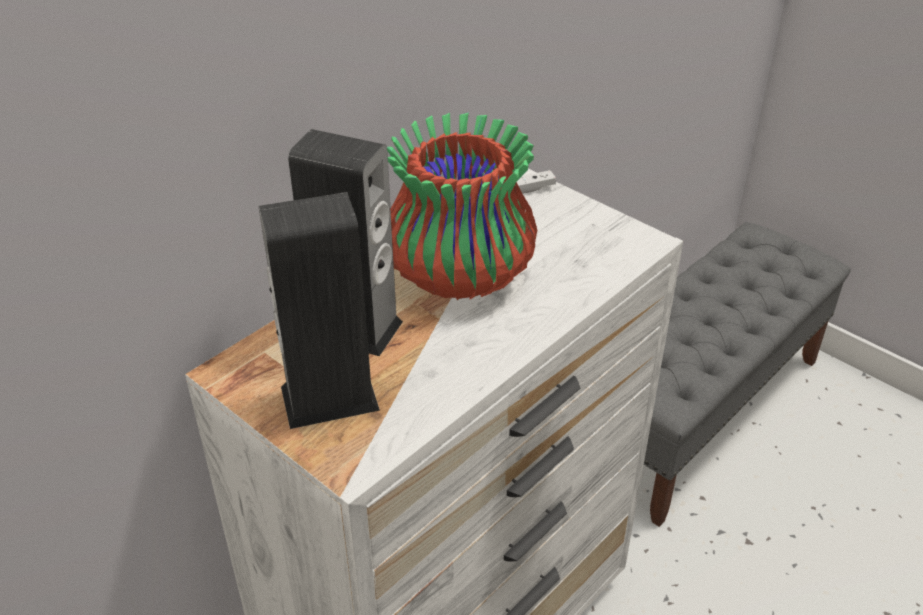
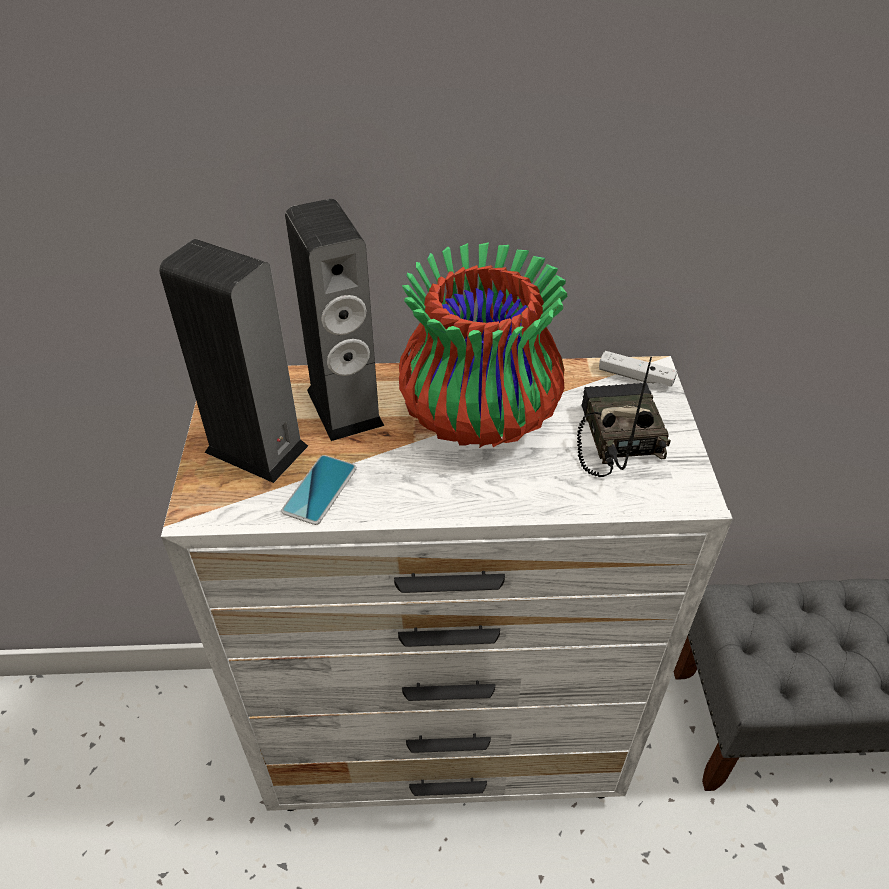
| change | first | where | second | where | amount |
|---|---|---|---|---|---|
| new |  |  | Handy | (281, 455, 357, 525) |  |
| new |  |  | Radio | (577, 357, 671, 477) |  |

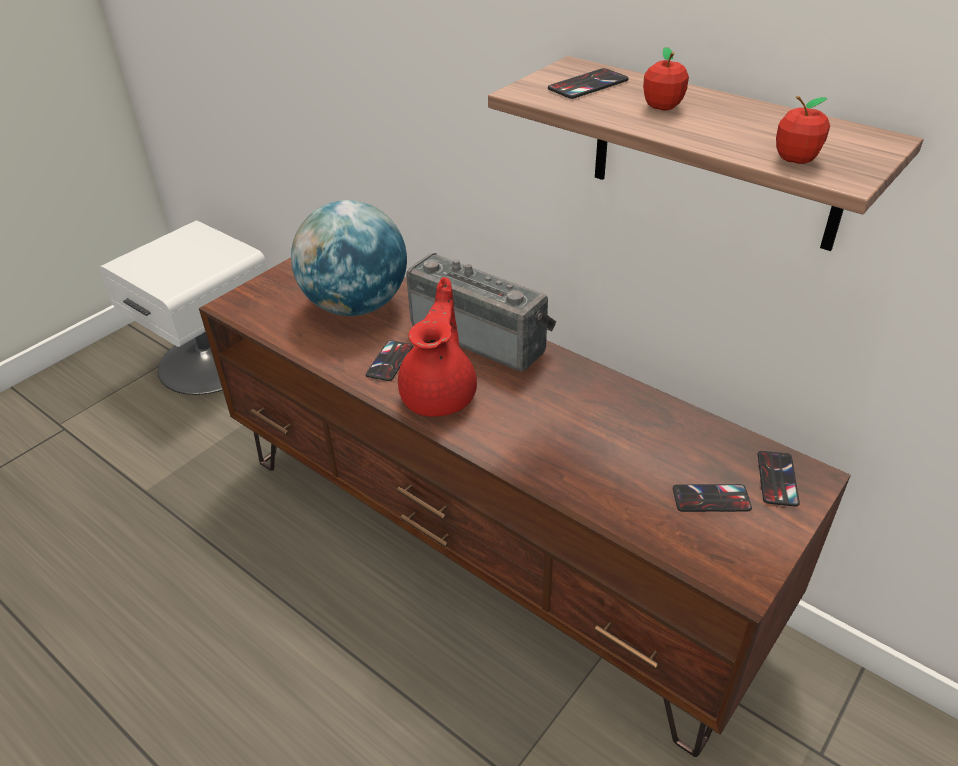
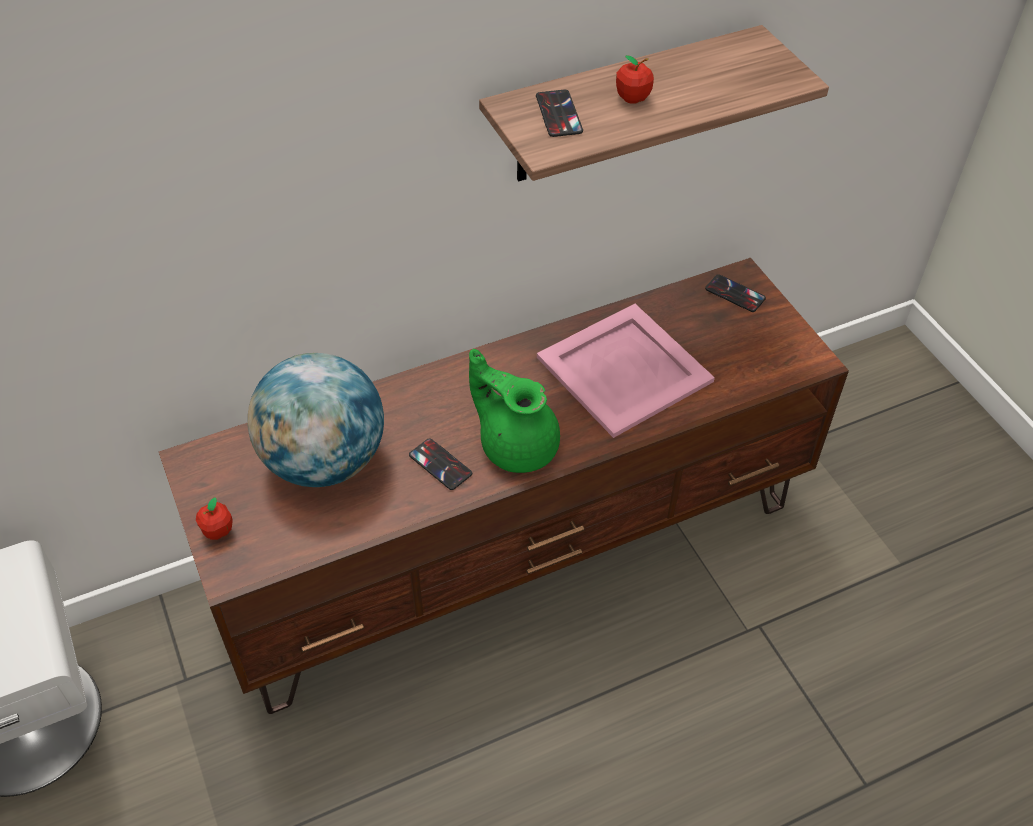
| change | first | where | second | where | amount |
|---|---|---|---|---|---|
| repainted | Teekanne/rot | (398, 277, 477, 417) | Teekanne/grün | (469, 349, 560, 473) |  |
| gone | Radio | (406, 253, 556, 371) |  |  |  |
| gone | Handy | (673, 484, 752, 512) |  |  |  |
| shifted | Apfel | (776, 96, 830, 164) |  | (196, 497, 233, 540) |  |
| new |  |  | Tablett/rosa | (537, 304, 715, 438) |  |

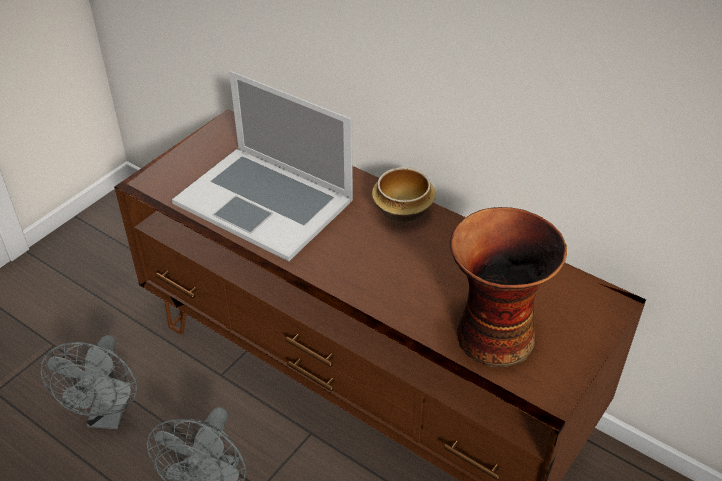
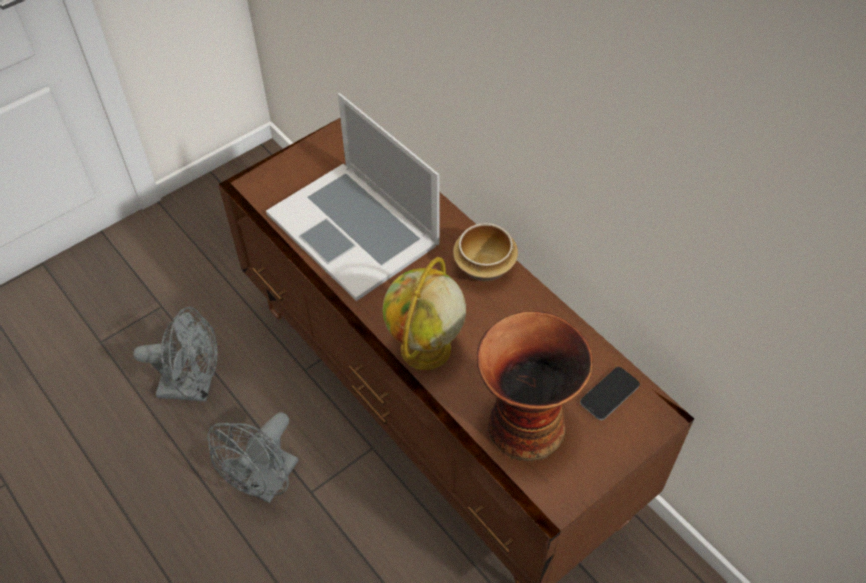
| change | first | where | second | where | amount |
|---|---|---|---|---|---|
| rotated | Ventilator/grau | (41, 335, 137, 429) |  | (133, 307, 218, 402) | 105 degrees counterclockwise |
| new |  |  | Globus | (383, 257, 466, 370) |  |
| new |  |  | Handy | (580, 367, 640, 420) |  |

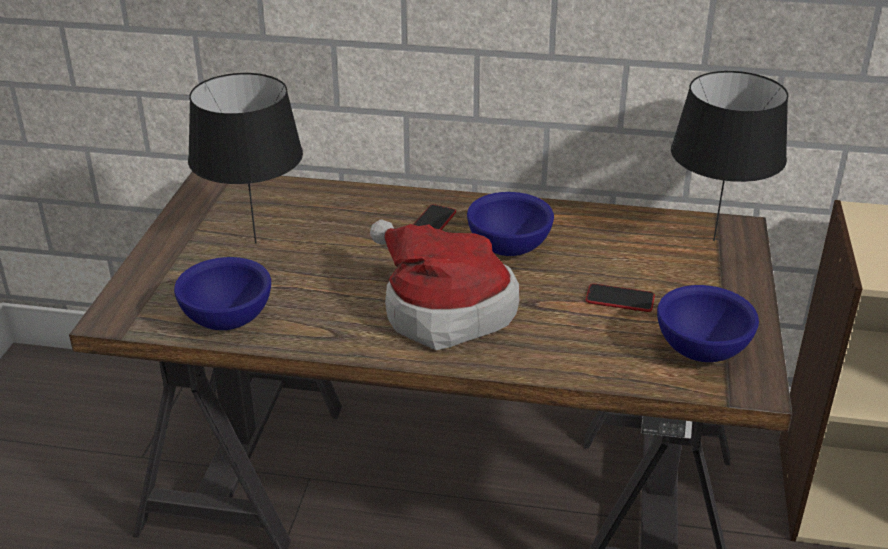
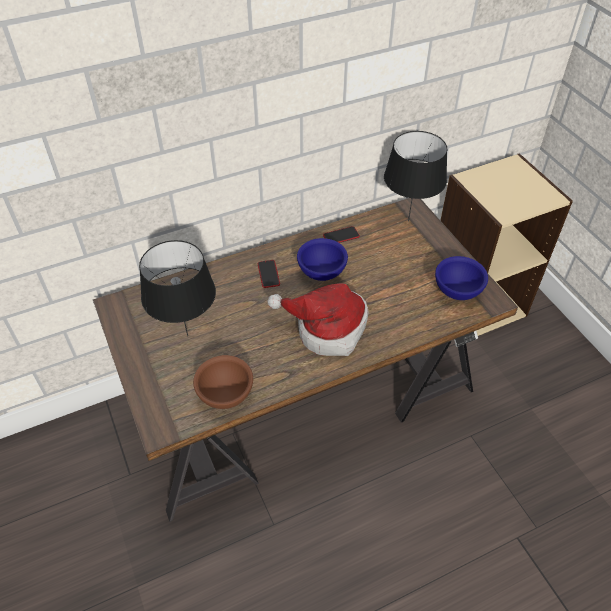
| change | first | where | second | where | amount |
|---|---|---|---|---|---|
| repainted | Schüssel/blau | (174, 257, 271, 330) | Schüssel/braun | (193, 355, 253, 409) |  |
| shifted | Handy | (586, 284, 655, 312) |  | (323, 226, 360, 243) |  |

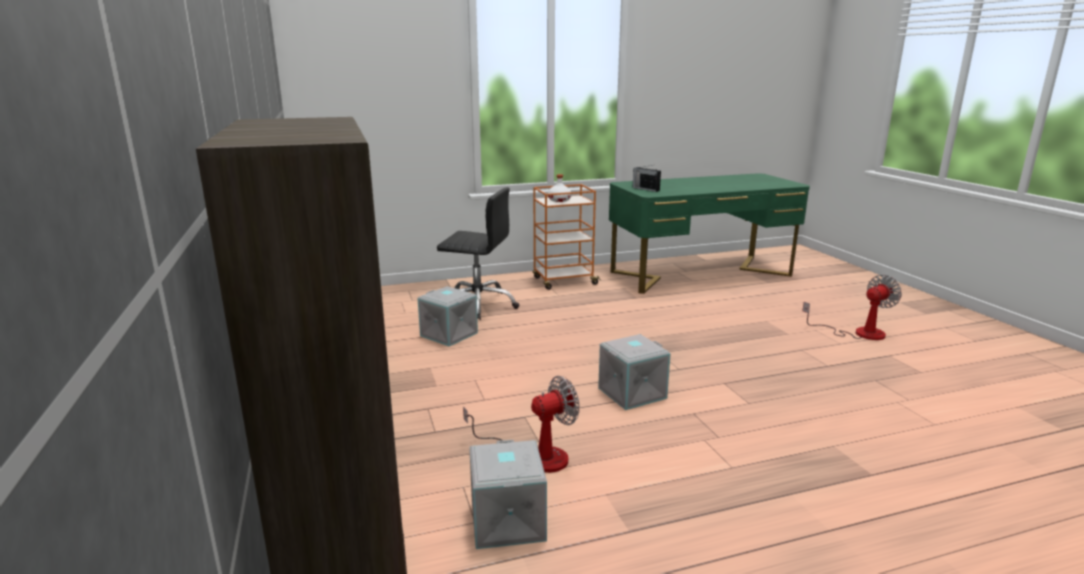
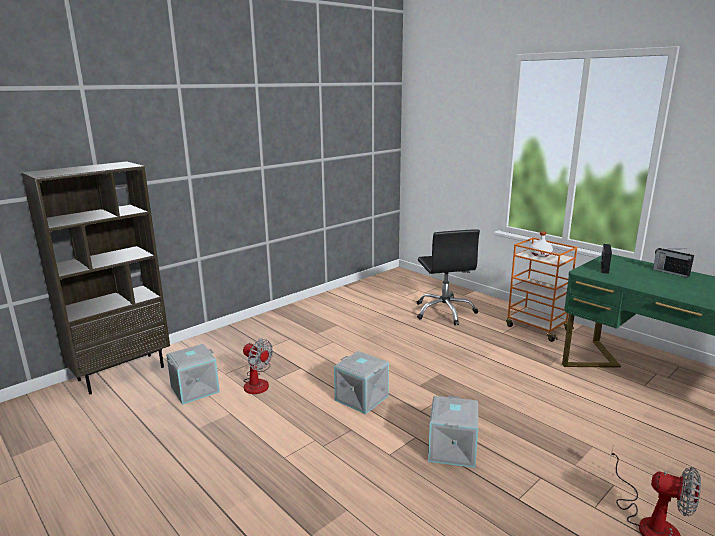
| change | first | where | second | where | amount |
|---|---|---|---|---|---|
| shifted | Aufbewahrungsbox/grau | (418, 286, 478, 346) |  | (428, 395, 478, 468) |  |
| new |  |  | Radio | (653, 248, 694, 278) |  |

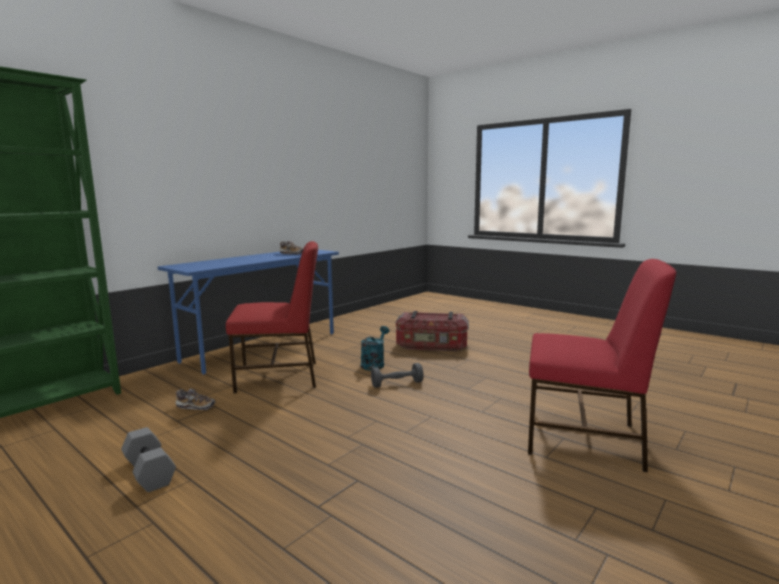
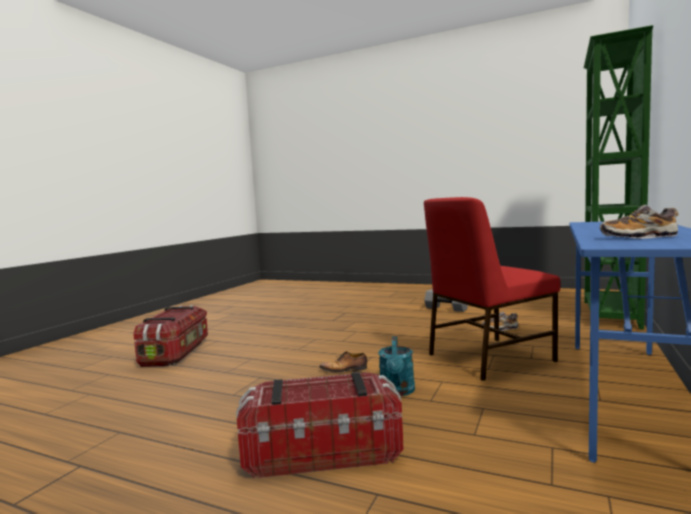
| change | first | where | second | where | amount |
|---|---|---|---|---|---|
| swapped | Hantel/grau | (371, 363, 424, 388) | Schuh | (319, 351, 367, 373) |  |
| swapped | Stuhl/rot | (528, 259, 676, 472) | Aufbewahrungsbox | (133, 305, 208, 367) |  |

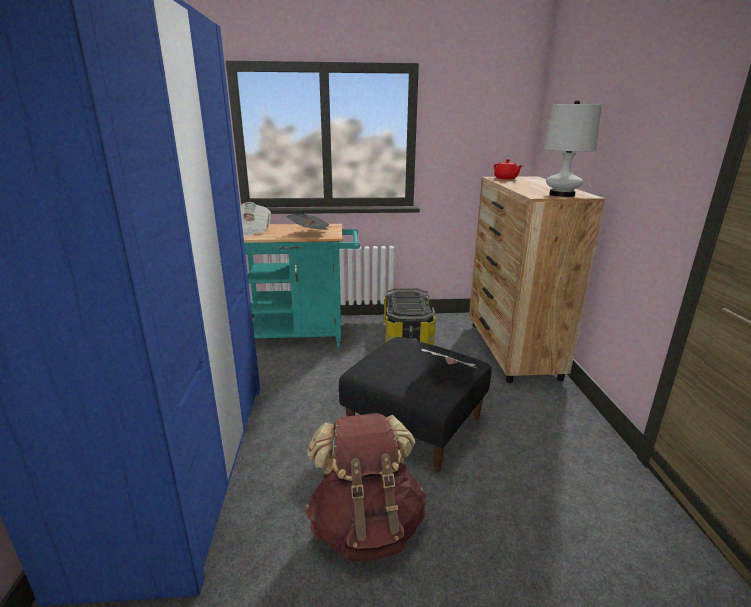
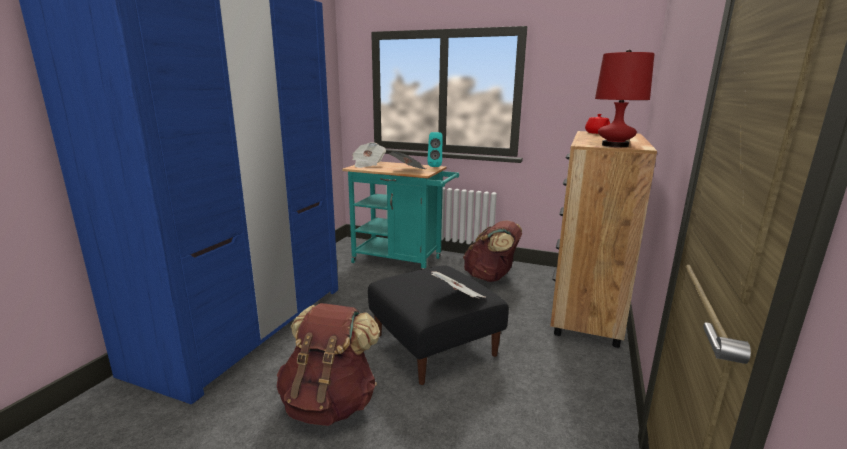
| change | first | where | second | where | amount |
|---|---|---|---|---|---|
| swapped | Aufbewahrungsbox | (384, 288, 436, 345) | Rucksack/braun | (463, 221, 522, 282) |  |
| repainted | Tischlampe/weiß | (544, 100, 602, 197) | Tischlampe/rot | (595, 49, 655, 147) |  |
| new |  |  | Lautsprecher/türkis | (427, 132, 442, 167) |  |

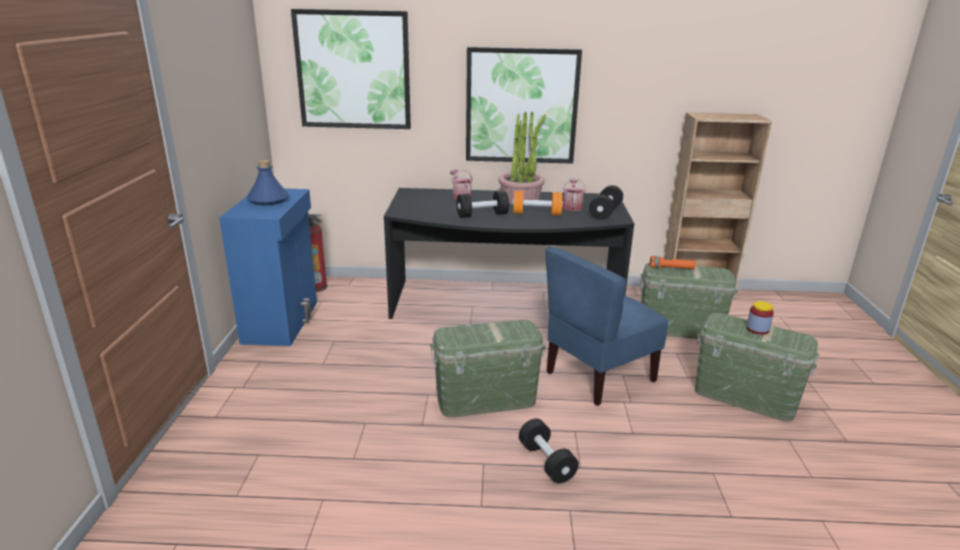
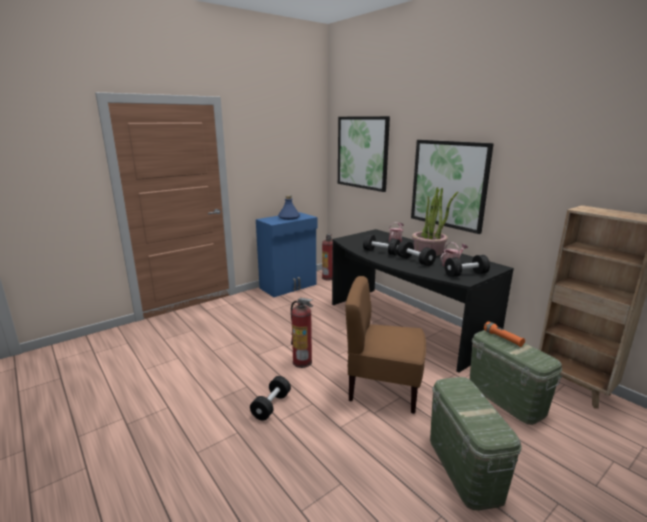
| change | first | where | second | where | amount |
|---|---|---|---|---|---|
| swapped | Aufbewahrungsbox/grün | (430, 320, 546, 417) | Feuerlöscher | (291, 298, 313, 368) |  |
| repainted | Hantel/orange | (513, 191, 563, 216) | Hantel/schwarz | (397, 241, 436, 266) |  |
| repainted | Stuhl/blau | (546, 247, 669, 406) | Stuhl/braun | (345, 276, 426, 414) |  |
| gone | Vorratsglas | (746, 301, 774, 335) |  |  |  |

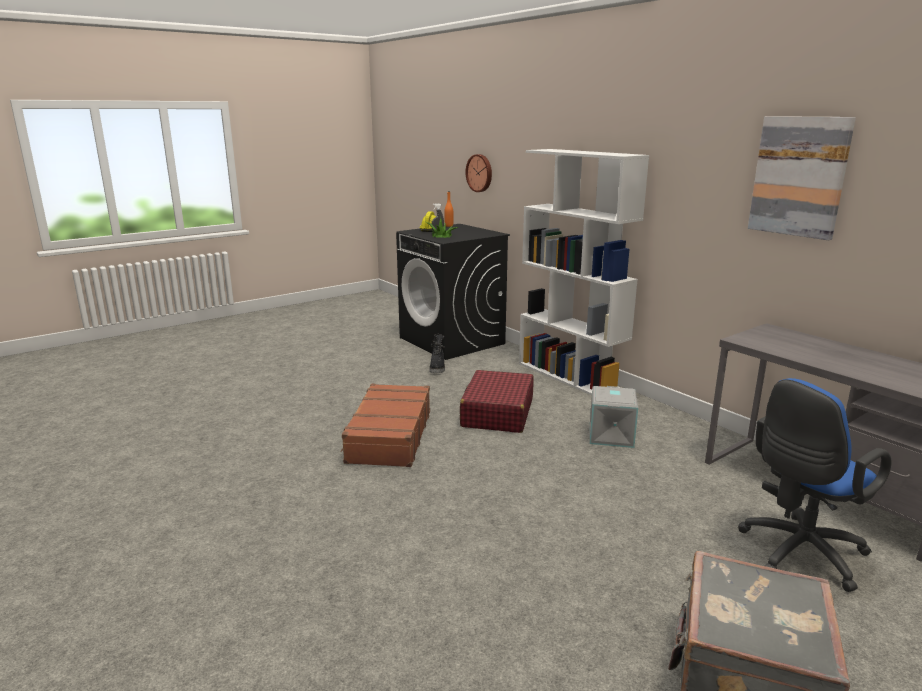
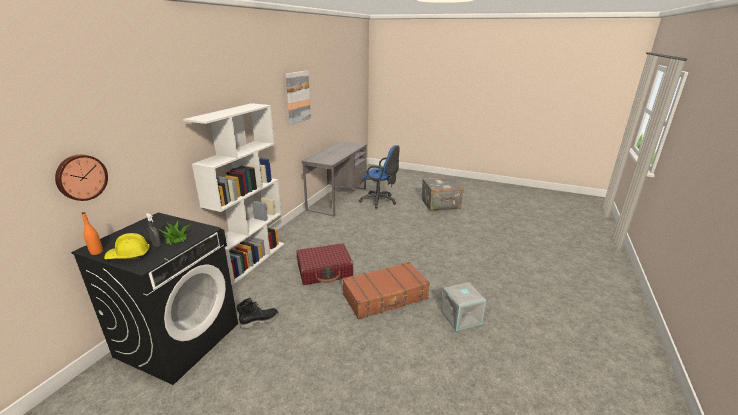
| change | first | where | second | where | amount |
|---|---|---|---|---|---|
| shifted | Aufbewahrungsbox/grau | (589, 386, 638, 448) |  | (441, 282, 486, 331) |  |

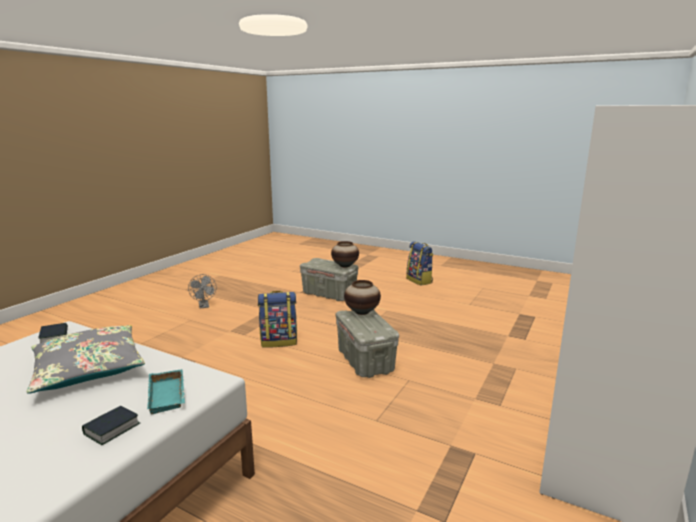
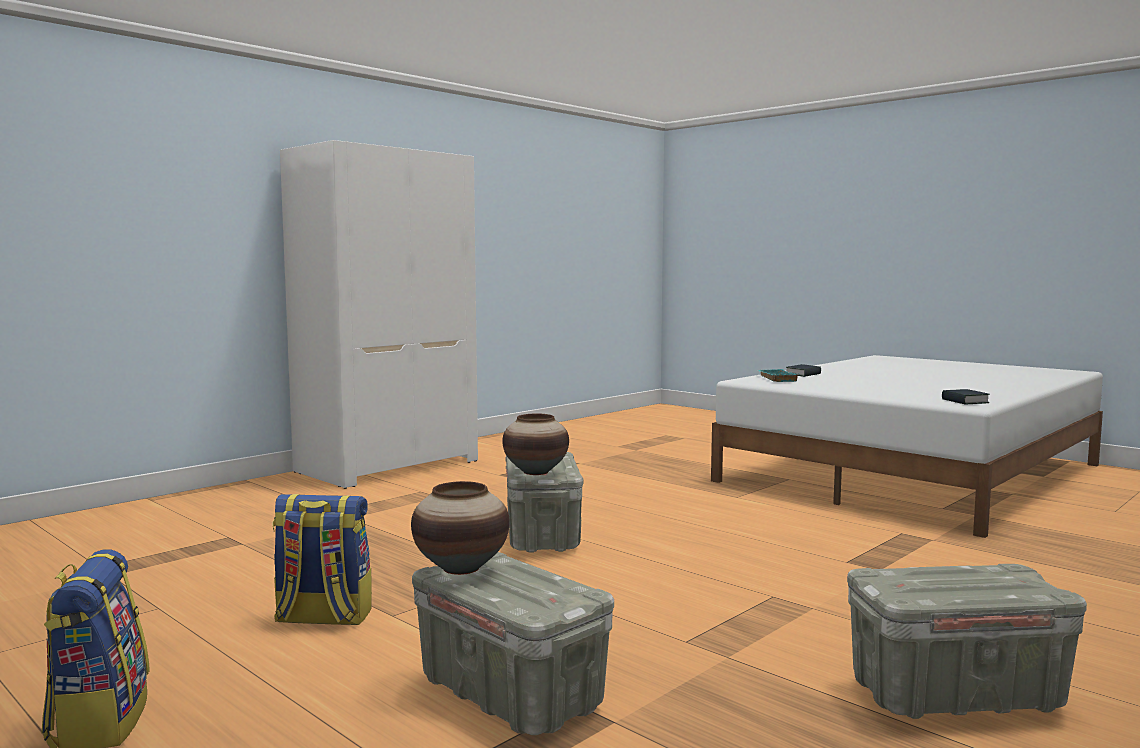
| change | first | where | second | where | amount |
|---|---|---|---|---|---|
| gone | Kissen/grau | (27, 325, 145, 394) |  |  |  |
| swapped | Ventilator/grau | (188, 274, 217, 309) | Aufbewahrungsbox/grau | (847, 564, 1087, 719) |  |
| shifted | Rucksack | (258, 291, 297, 348) |  | (273, 494, 372, 625) |  |

